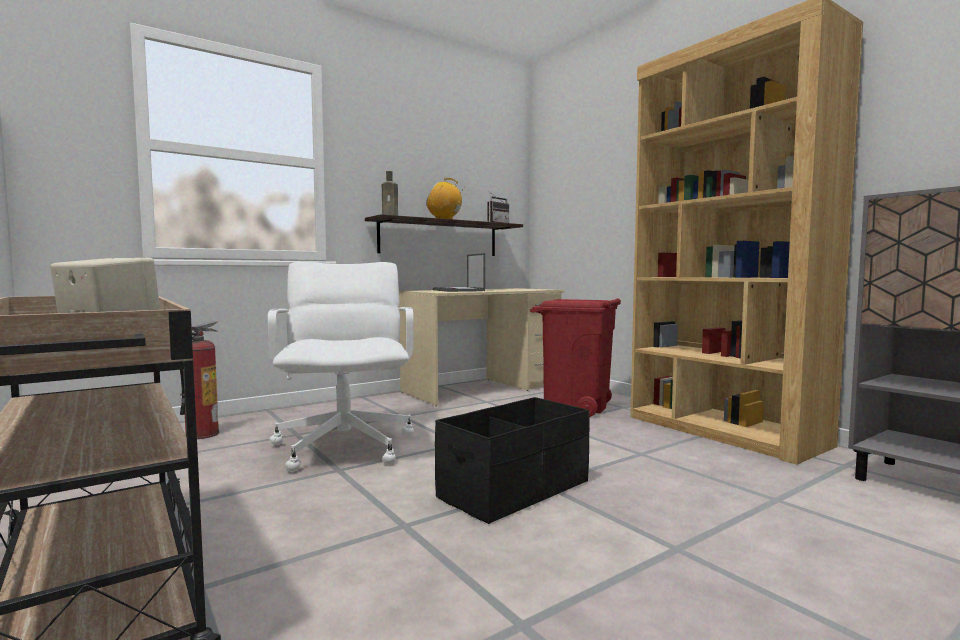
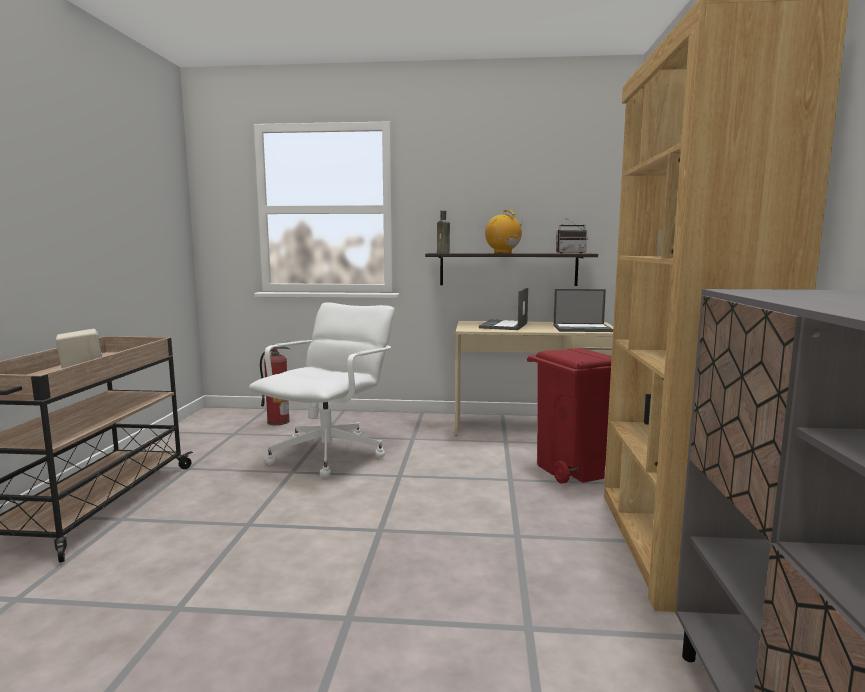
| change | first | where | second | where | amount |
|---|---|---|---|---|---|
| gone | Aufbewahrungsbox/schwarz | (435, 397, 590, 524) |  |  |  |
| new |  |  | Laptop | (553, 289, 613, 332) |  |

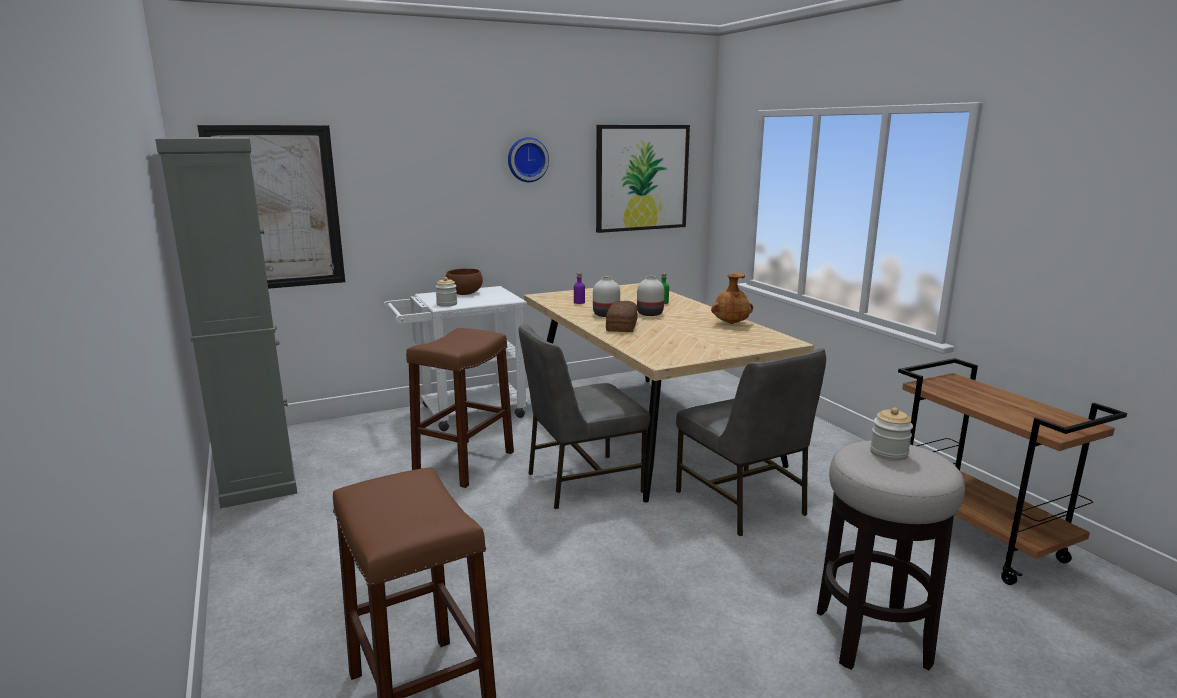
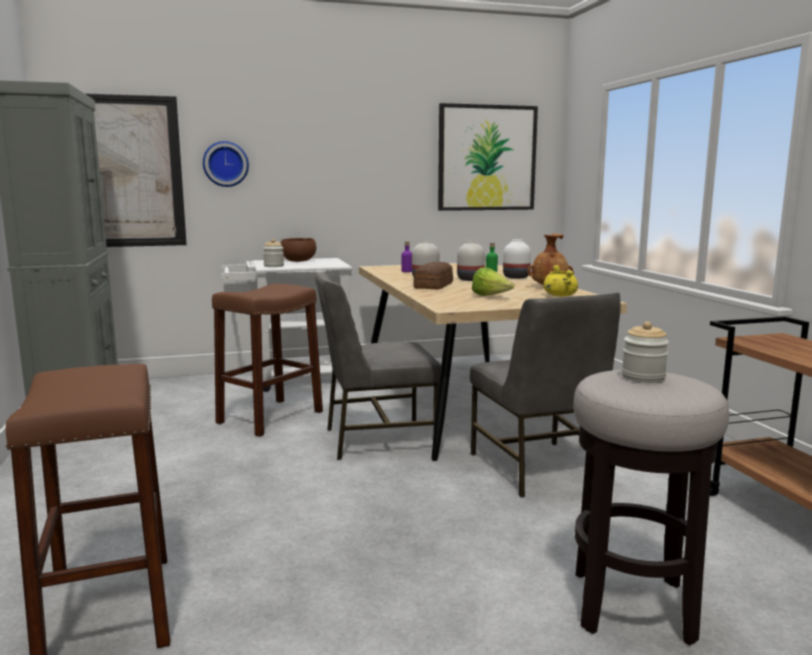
| change | first | where | second | where | amount |
|---|---|---|---|---|---|
| shifted | Wanduhr | (508, 137, 549, 182) |  | (203, 141, 249, 187) |  |
| new |  |  | Salatkopf | (472, 267, 514, 296) |  |
| new |  |  | Vase/weiß | (503, 239, 531, 279) |  |
| new |  |  | Kochtopf/gelb | (544, 265, 578, 296) |  |

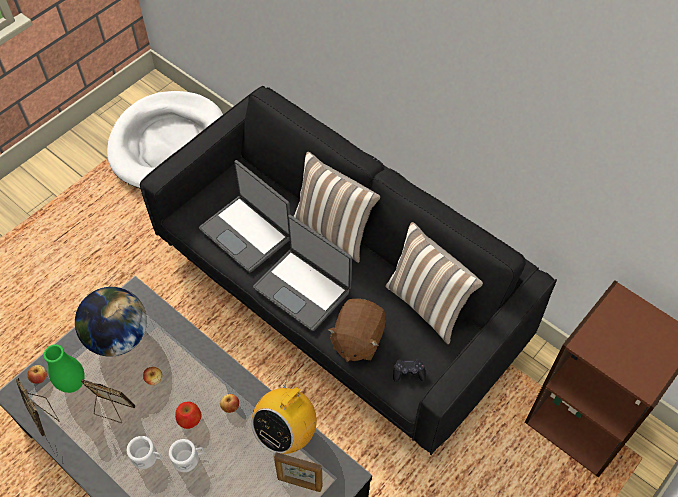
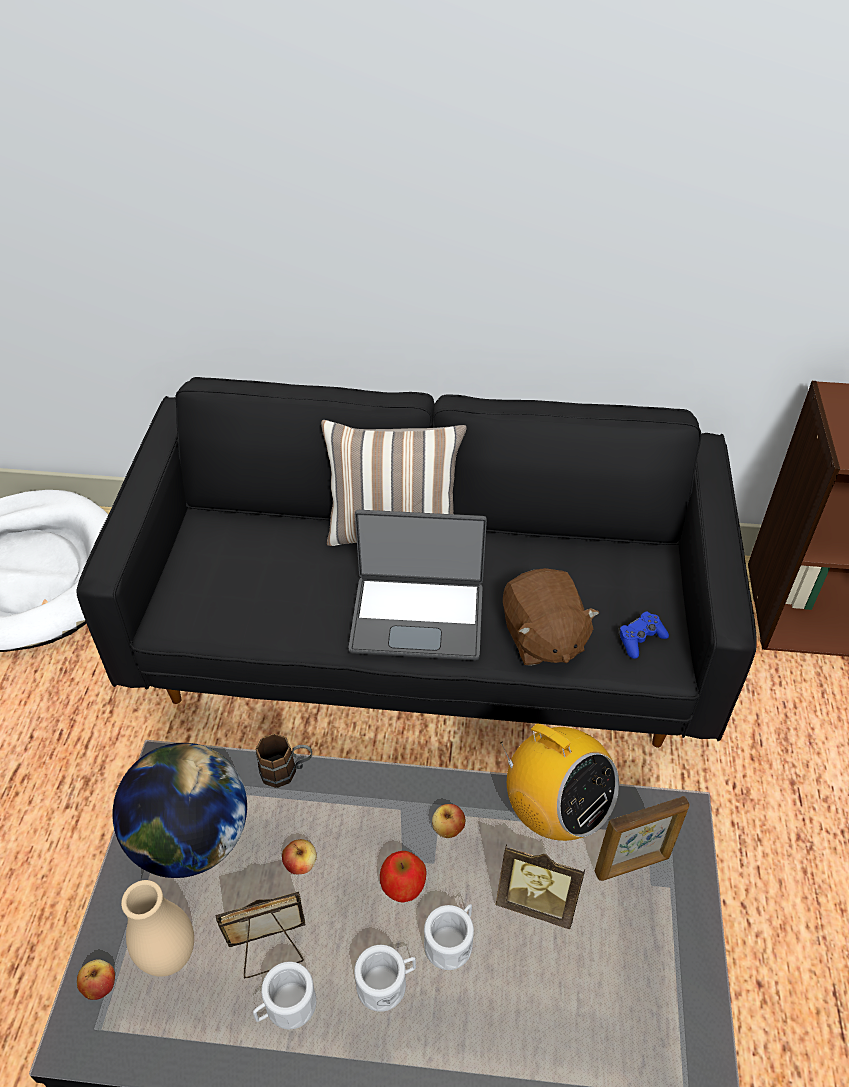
| change | first | where | second | where | amount |
|---|---|---|---|---|---|
| shifted | Bilderrahmen | (16, 378, 60, 436) |  | (496, 844, 585, 929) |  |
| repainted | Vase/grün | (43, 344, 85, 393) | Vase/beige | (121, 880, 194, 977) |  |
| gone | Laptop | (199, 160, 290, 272) |  |  |  |
| rotated | Radio | (251, 374, 317, 454) |  | (500, 723, 619, 841) | 45 degrees counterclockwise |
| gone | Kissen | (385, 222, 483, 344) |  |  |  |
| repainted | Gamepad/schwarz | (393, 359, 426, 382) | Gamepad/blau | (619, 612, 669, 659) |  |
| new |  |  | Henkelbecher/weiß | (253, 962, 316, 1029) |  |
| new |  |  | Henkelbecher/braun | (256, 733, 312, 788) |  |

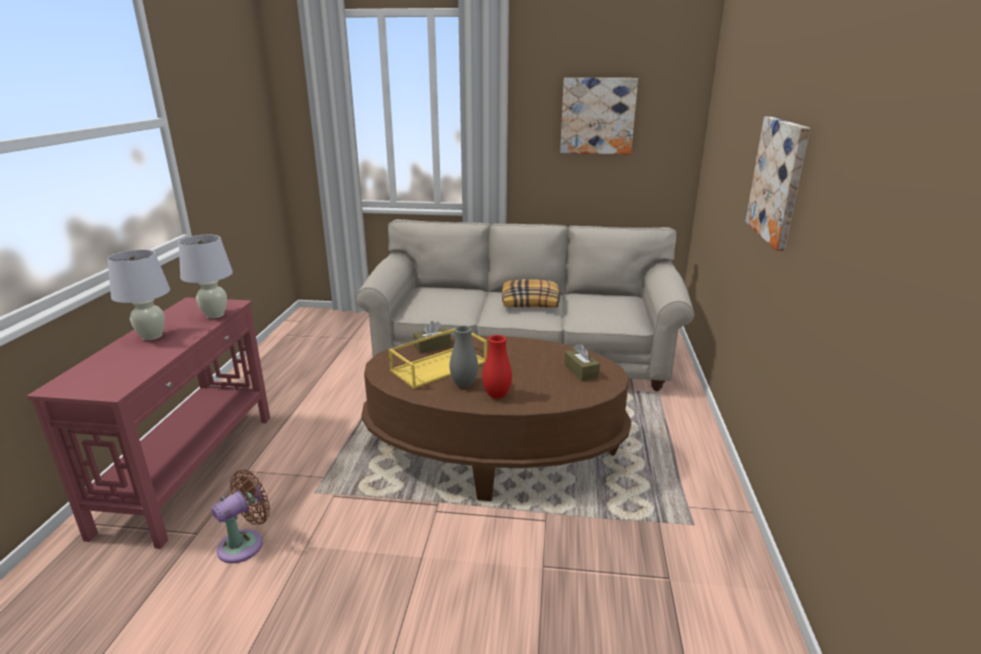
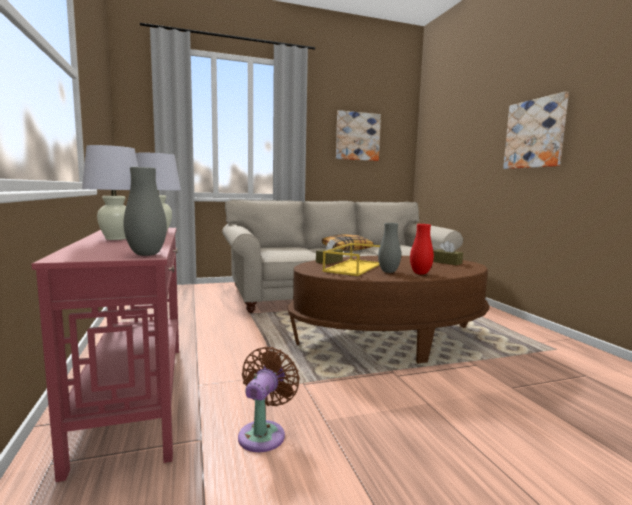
| change | first | where | second | where | amount |
|---|---|---|---|---|---|
| new |  |  | Vase/grau | (123, 167, 167, 256) |  |

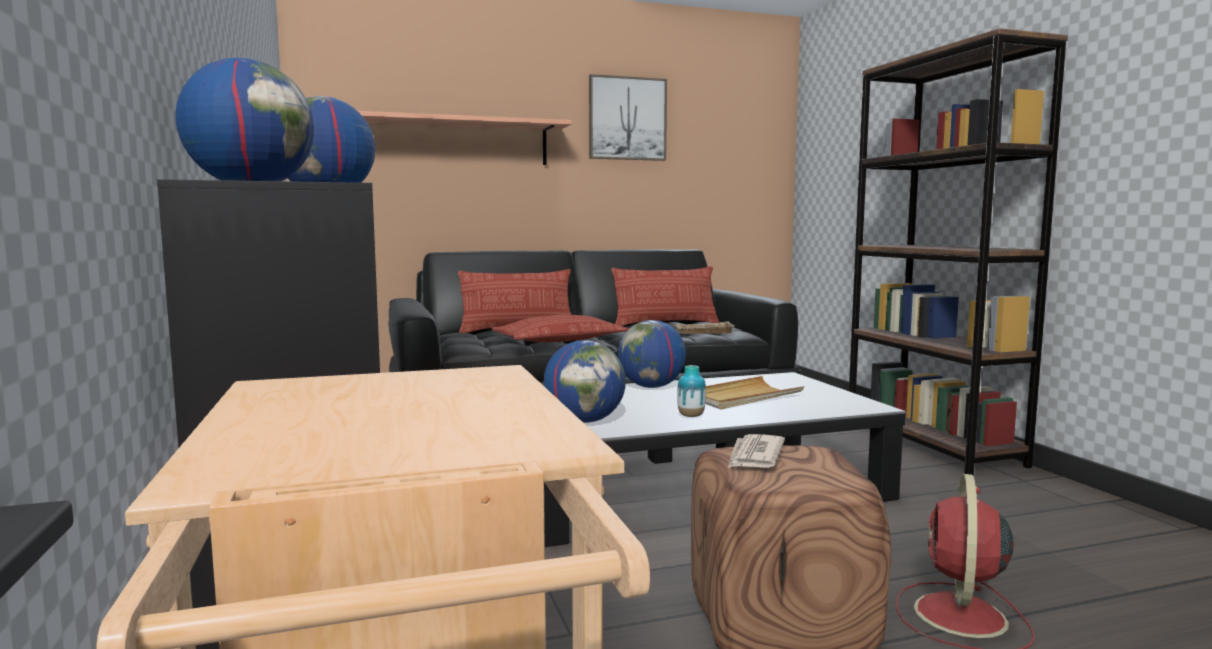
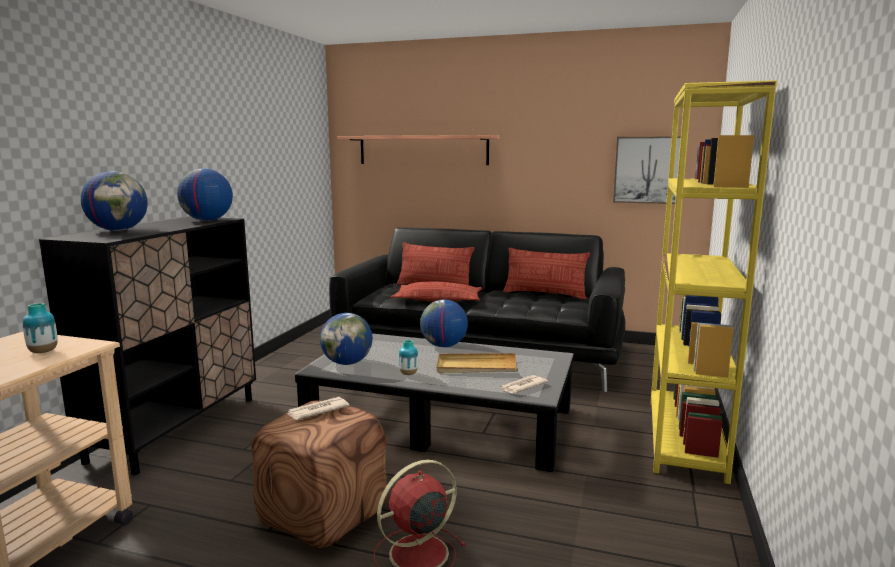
| change | first | where | second | where | amount |
|---|---|---|---|---|---|
| shifted | Bild | (589, 74, 667, 161) |  | (613, 136, 681, 204) |  |
| gone | Tablett/beige | (675, 321, 734, 334) |  |  |  |
| repainted | Bücherregal/braun | (849, 28, 1068, 475) | Bücherregal/gelb | (650, 80, 778, 484) |  |
| new |  |  | Vase | (23, 303, 58, 353) |  |
| new |  |  | Zeitung | (500, 375, 548, 394) |  |

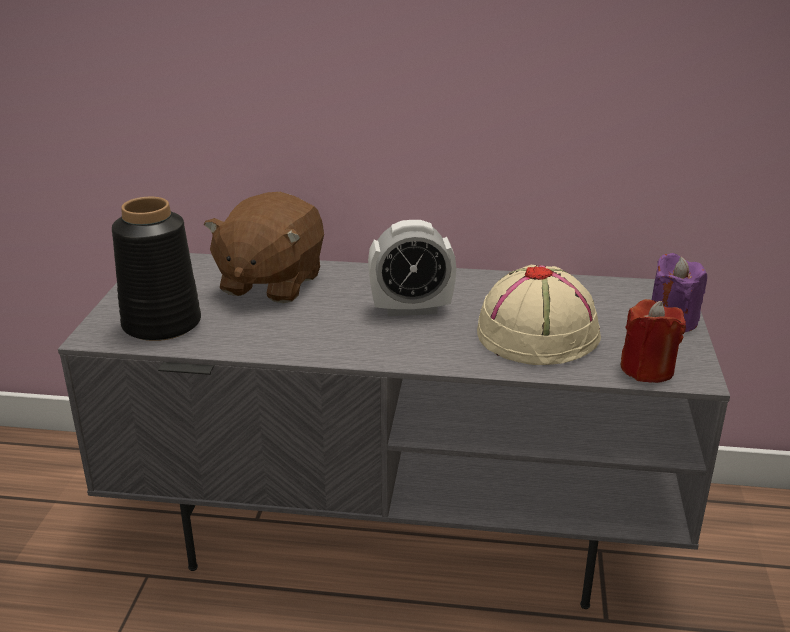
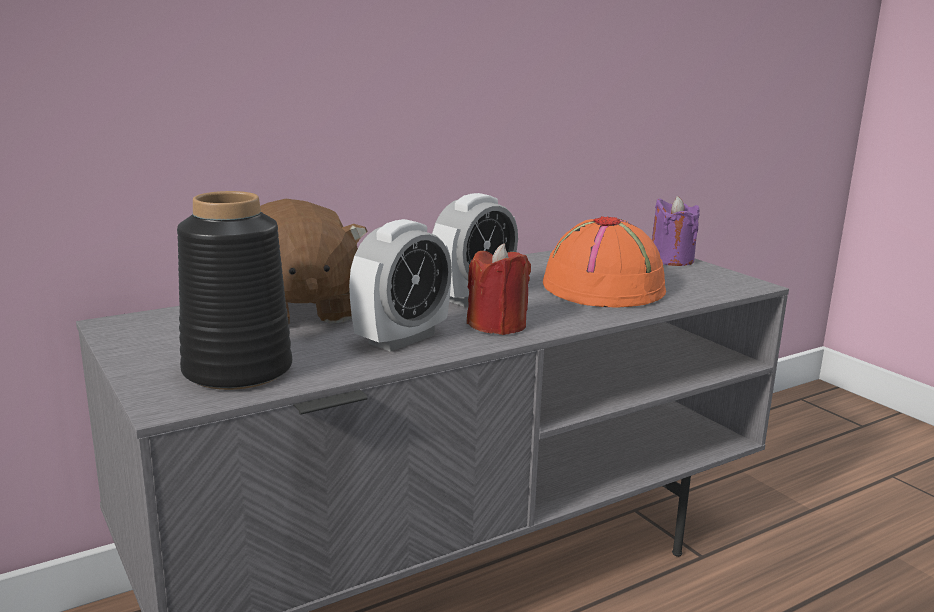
| change | first | where | second | where | amount |
|---|---|---|---|---|---|
| repainted | Hut/beige | (477, 265, 601, 365) | Hut/orange | (543, 216, 666, 308) |  |
| shifted | Kerze/rot | (620, 299, 686, 383) |  | (467, 243, 531, 335) |  |
| new |  |  | Wecker | (349, 219, 452, 352) |  |

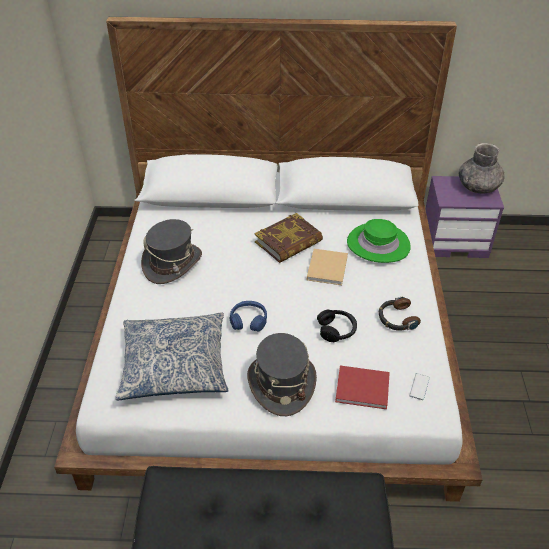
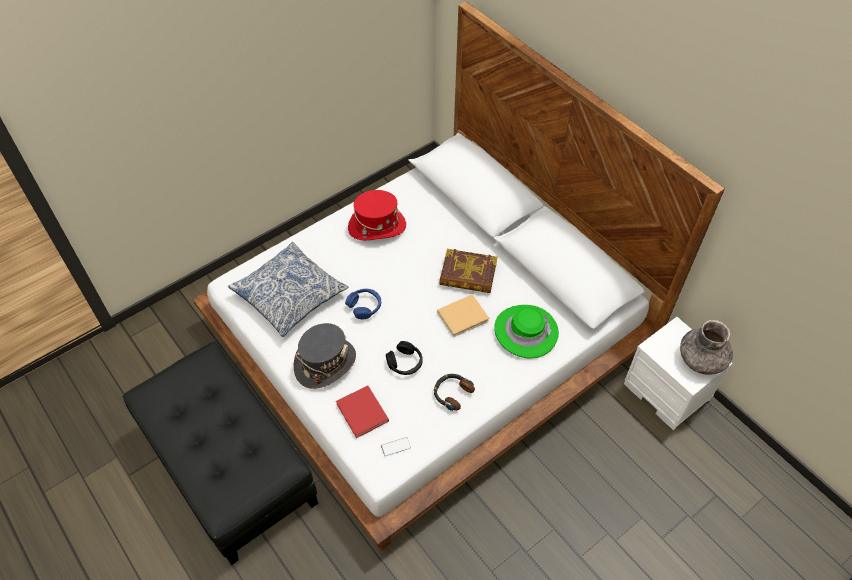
| change | first | where | second | where | amount |
|---|---|---|---|---|---|
| repainted | Hut/grau | (141, 219, 202, 284) | Hut/rot | (348, 190, 406, 240) |  |
| repainted | Nachttisch/lila | (425, 176, 504, 258) | Nachttisch/weiß | (624, 317, 732, 431) |  |

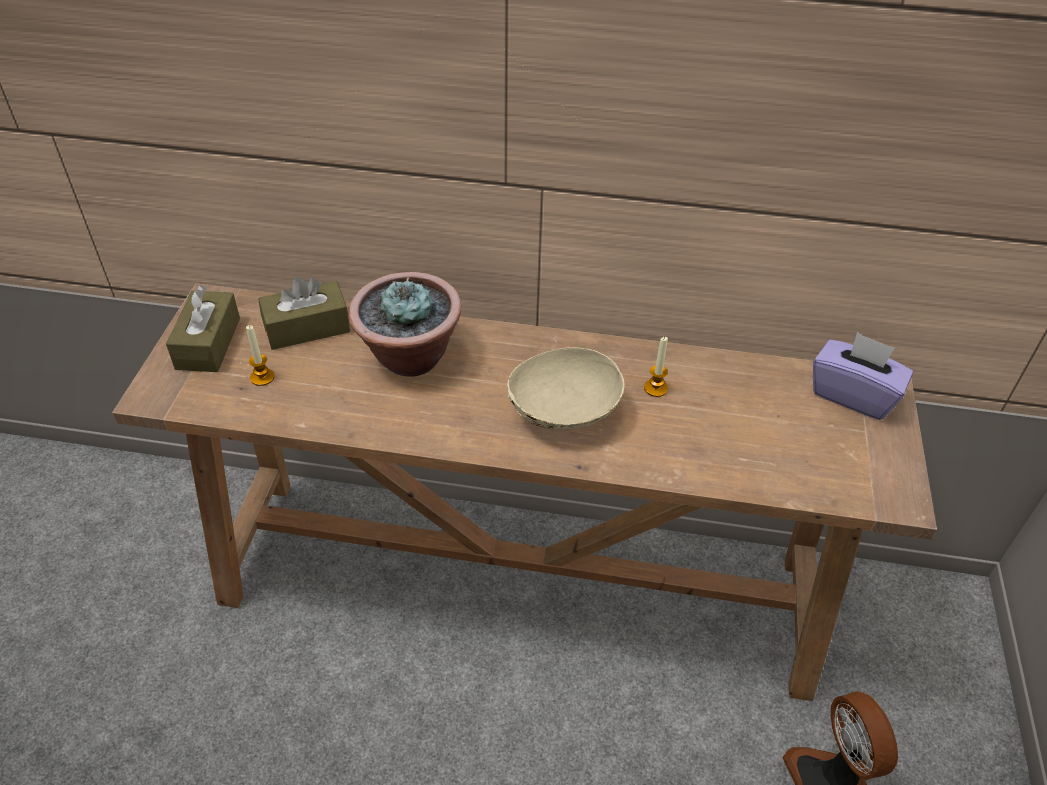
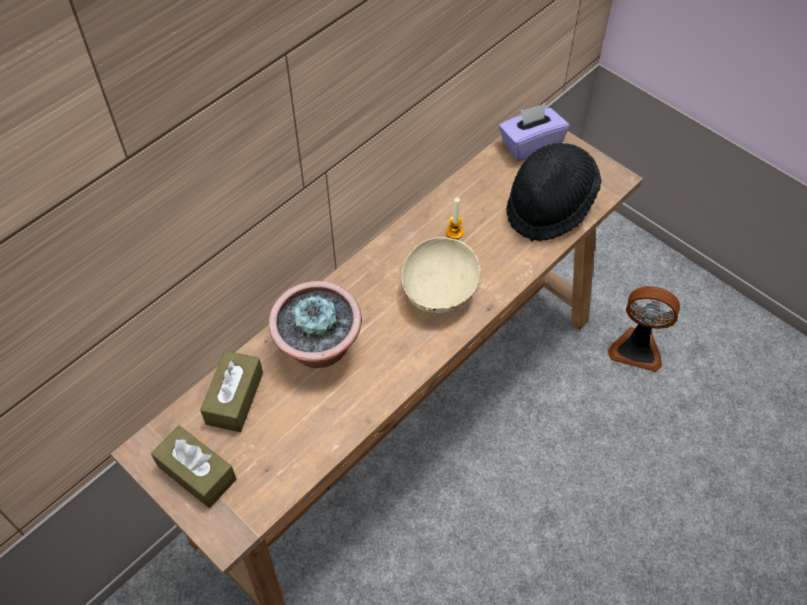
| change | first | where | second | where | amount |
|---|---|---|---|---|---|
| gone | Kerze | (246, 325, 274, 386) |  |  |  |
| new |  |  | Hut/schwarz | (506, 143, 602, 241) |  |

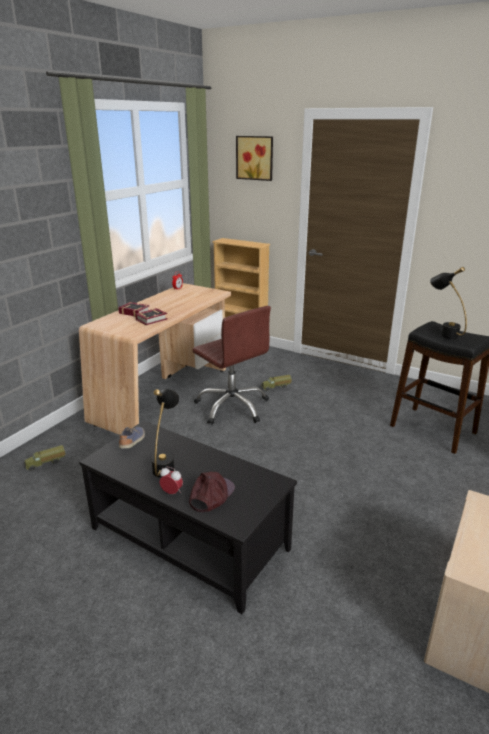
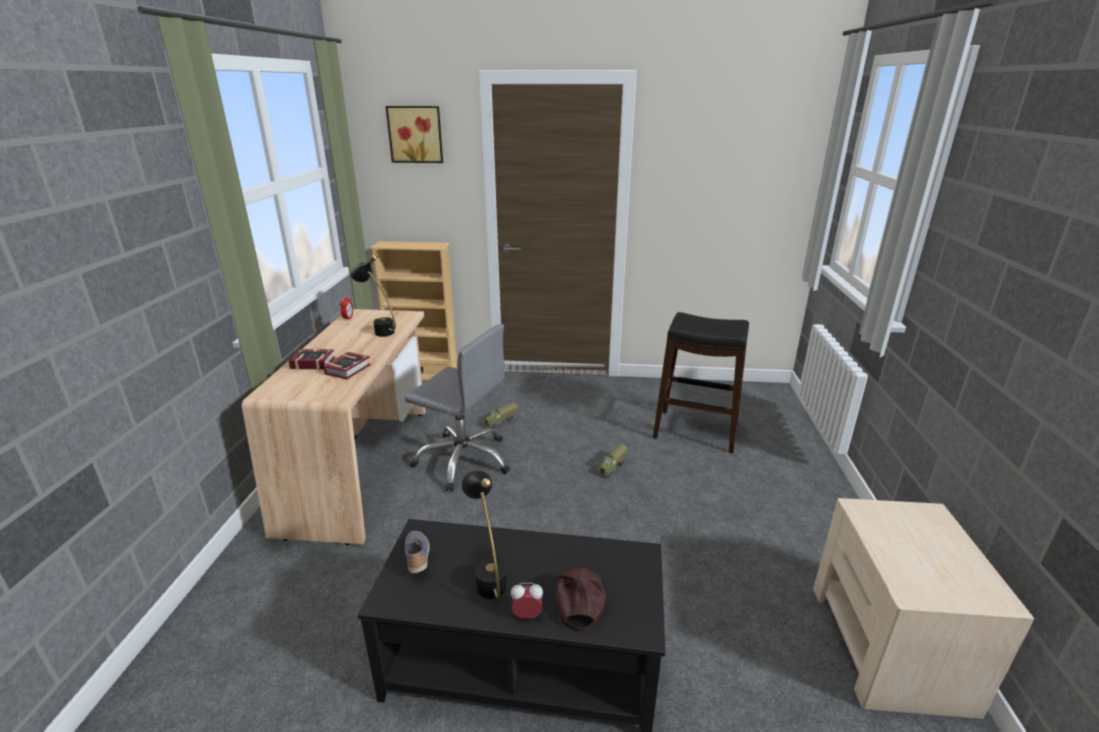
| change | first | where | second | where | amount |
|---|---|---|---|---|---|
| shifted | Spielzeuglaster | (25, 445, 66, 471) |  | (597, 443, 628, 478) |  |
| repainted | Bürostuhl/braun | (192, 306, 271, 425) | Bürostuhl/grau | (405, 324, 510, 491) |  |
| shifted | Tischlampe/schwarz | (430, 267, 467, 339) |  | (350, 254, 396, 337) |  |

